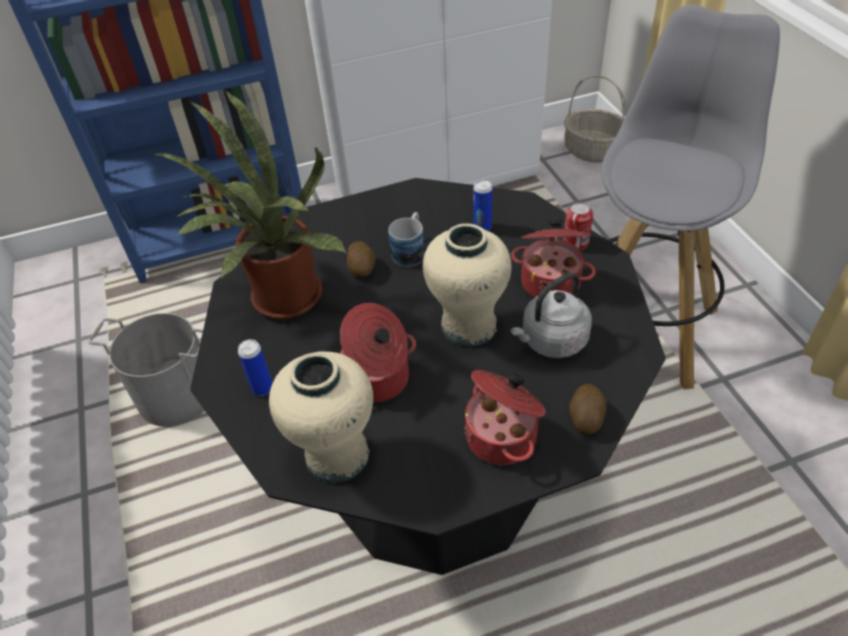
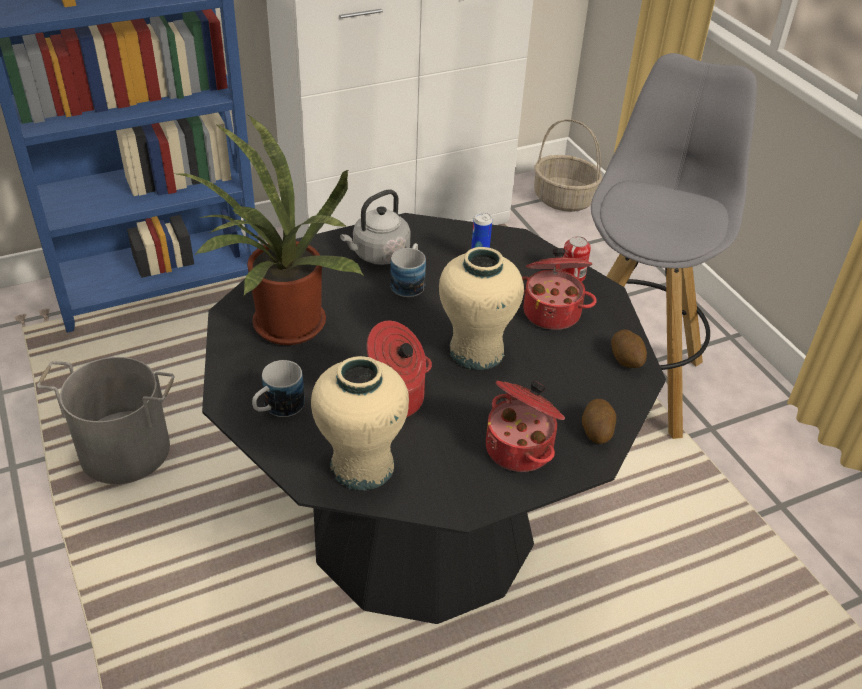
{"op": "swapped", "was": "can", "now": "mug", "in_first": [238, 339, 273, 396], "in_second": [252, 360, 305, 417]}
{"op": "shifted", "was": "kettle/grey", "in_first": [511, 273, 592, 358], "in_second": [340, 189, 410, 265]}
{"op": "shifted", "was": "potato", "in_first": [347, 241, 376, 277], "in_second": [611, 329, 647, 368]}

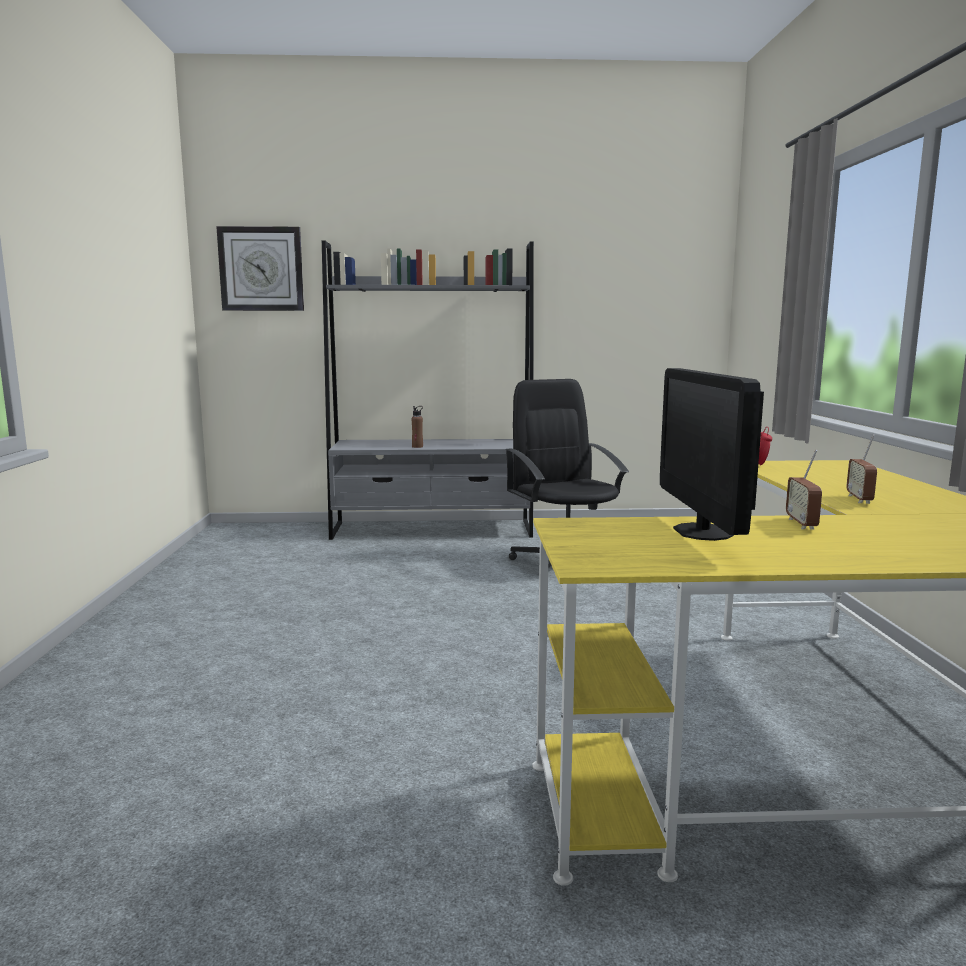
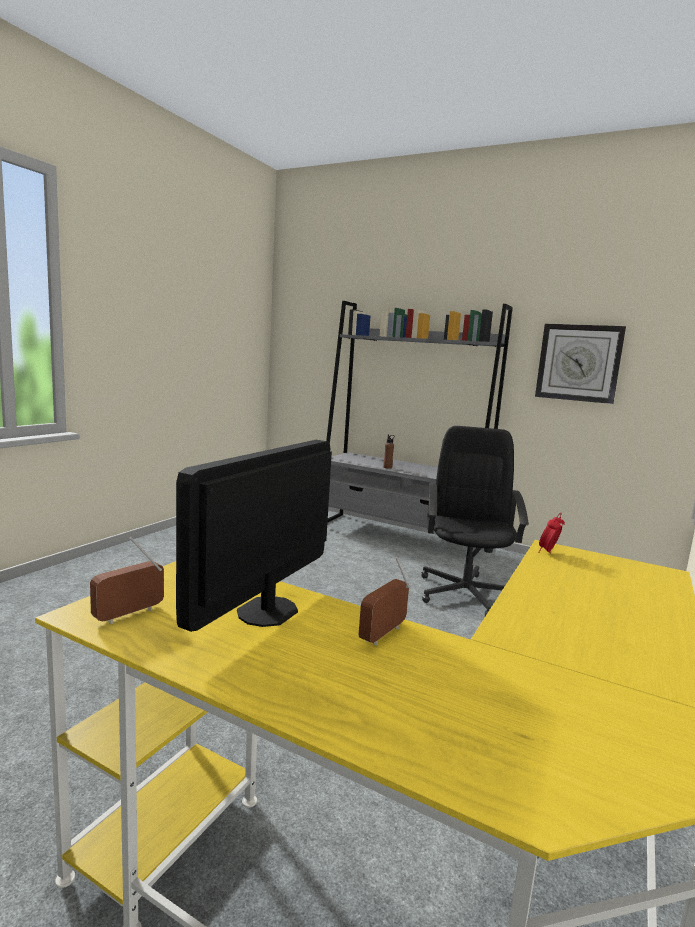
{"op": "shifted", "was": "radio", "in_first": [847, 434, 877, 504], "in_second": [90, 537, 164, 624]}
{"op": "shifted", "was": "wall clock", "in_first": [216, 226, 304, 311], "in_second": [535, 324, 626, 404]}

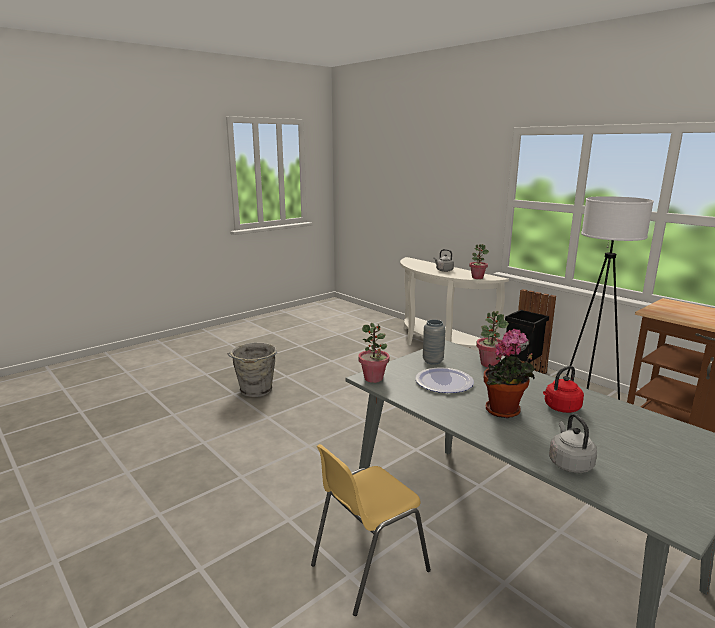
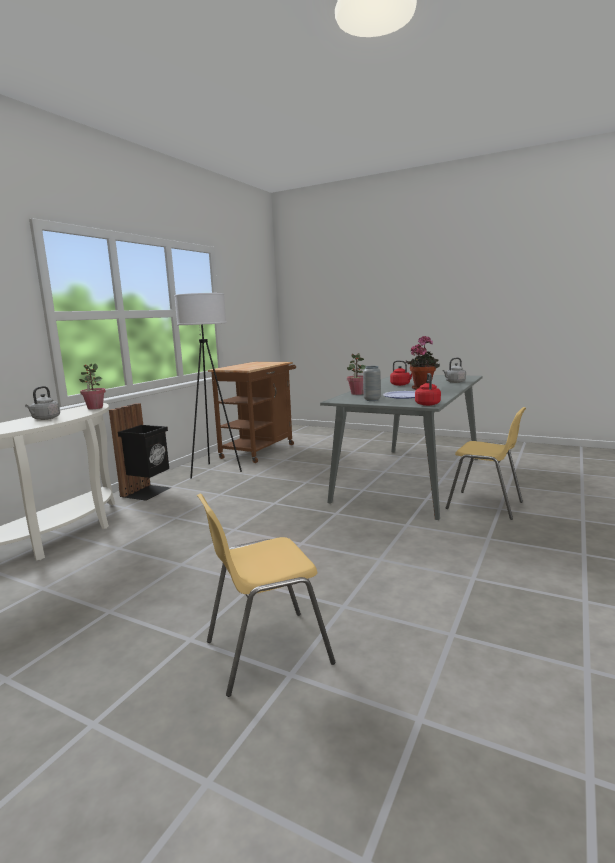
{"op": "swapped", "was": "bucket/grey", "now": "chair/yellow", "in_first": [227, 342, 277, 397], "in_second": [197, 494, 336, 697]}
{"op": "swapped", "was": "potted plant", "now": "kettle/red", "in_first": [358, 323, 390, 383], "in_second": [415, 373, 441, 406]}

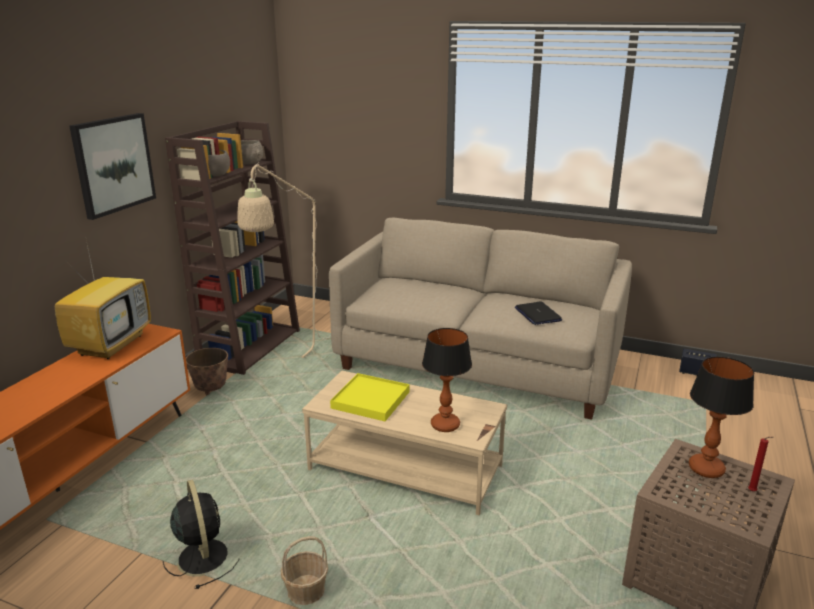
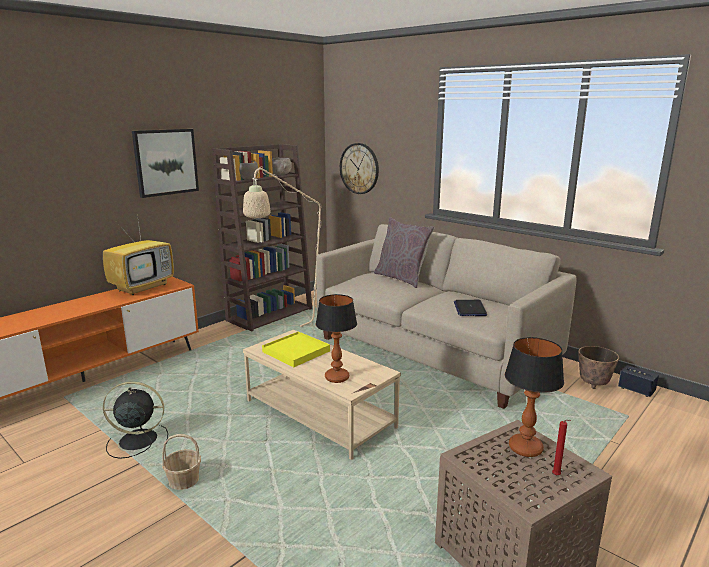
{"op": "rotated", "was": "fan/black", "in_first": [162, 480, 240, 589], "in_second": [103, 381, 168, 459], "clockwise": -90}
{"op": "new", "now": "wall clock", "in_second": [340, 143, 379, 194]}
{"op": "new", "now": "pillow/grey", "in_second": [374, 217, 435, 288]}
{"op": "shifted", "was": "planter", "in_first": [186, 348, 228, 396], "in_second": [578, 346, 619, 389]}

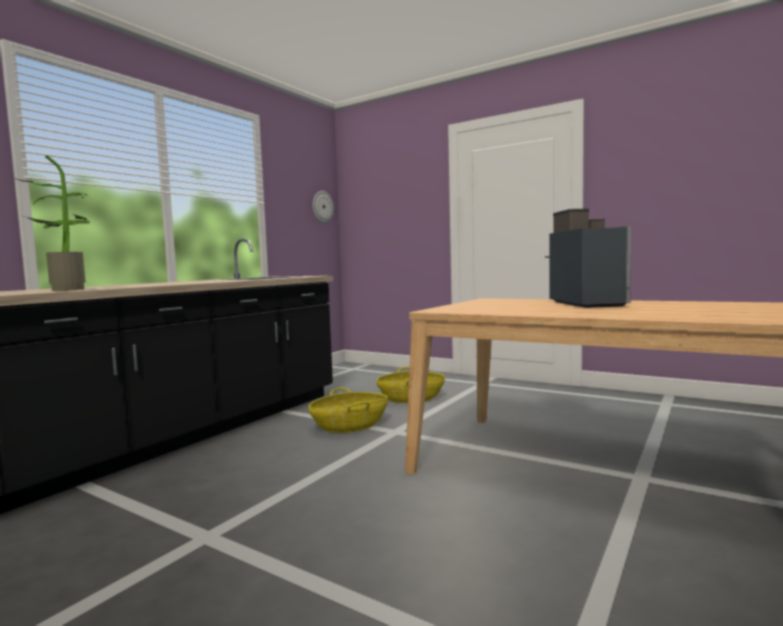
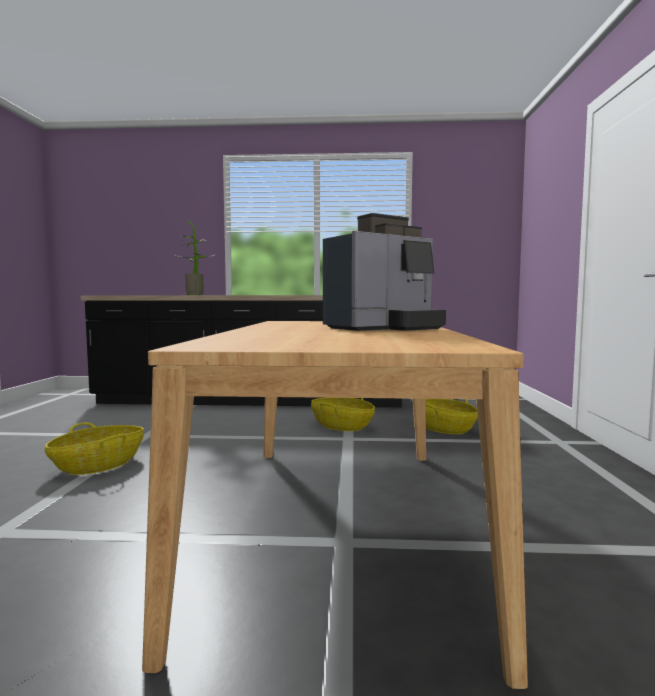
{"op": "new", "now": "basket", "in_second": [45, 422, 144, 475]}
{"op": "gone", "was": "wall clock", "in_first": [312, 191, 334, 223]}

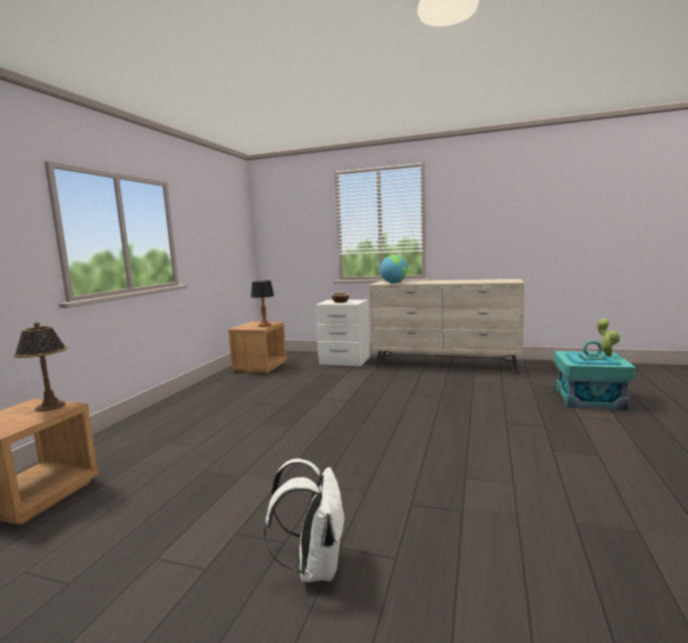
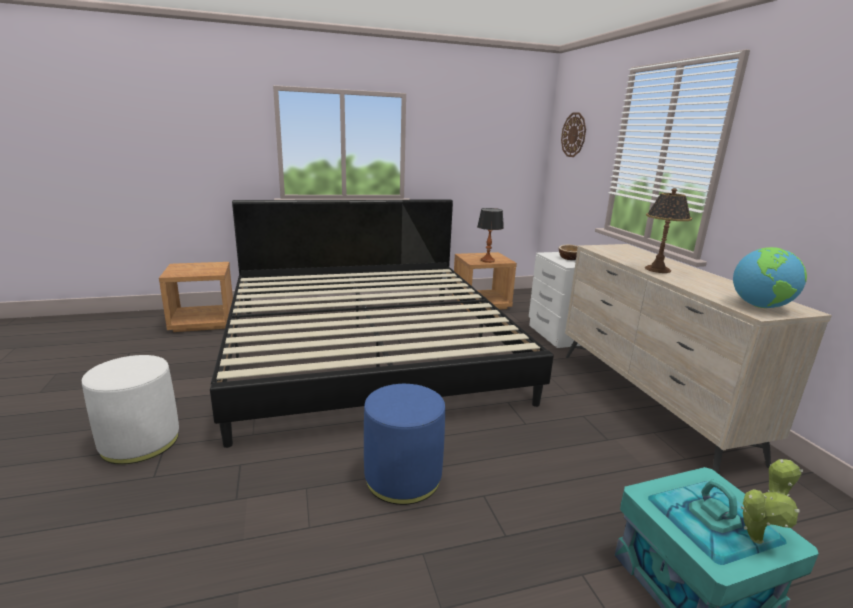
{"op": "swapped", "was": "backpack/white", "now": "ottoman/white", "in_first": [264, 459, 345, 582], "in_second": [82, 355, 179, 464]}
{"op": "new", "now": "bed", "in_second": [210, 200, 554, 448]}
{"op": "new", "now": "ottoman/blue", "in_second": [364, 384, 445, 505]}
{"op": "new", "now": "wall clock", "in_second": [561, 112, 586, 157]}
{"op": "shifted", "was": "table lamp", "in_first": [14, 322, 68, 412], "in_second": [645, 188, 692, 273]}
{"op": "shifted", "was": "globe", "in_first": [380, 255, 408, 283], "in_second": [733, 247, 807, 308]}

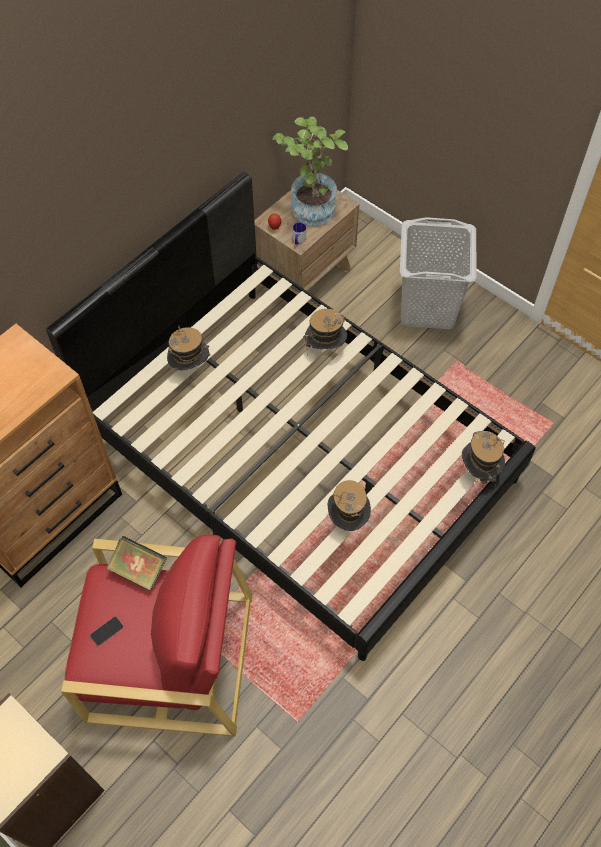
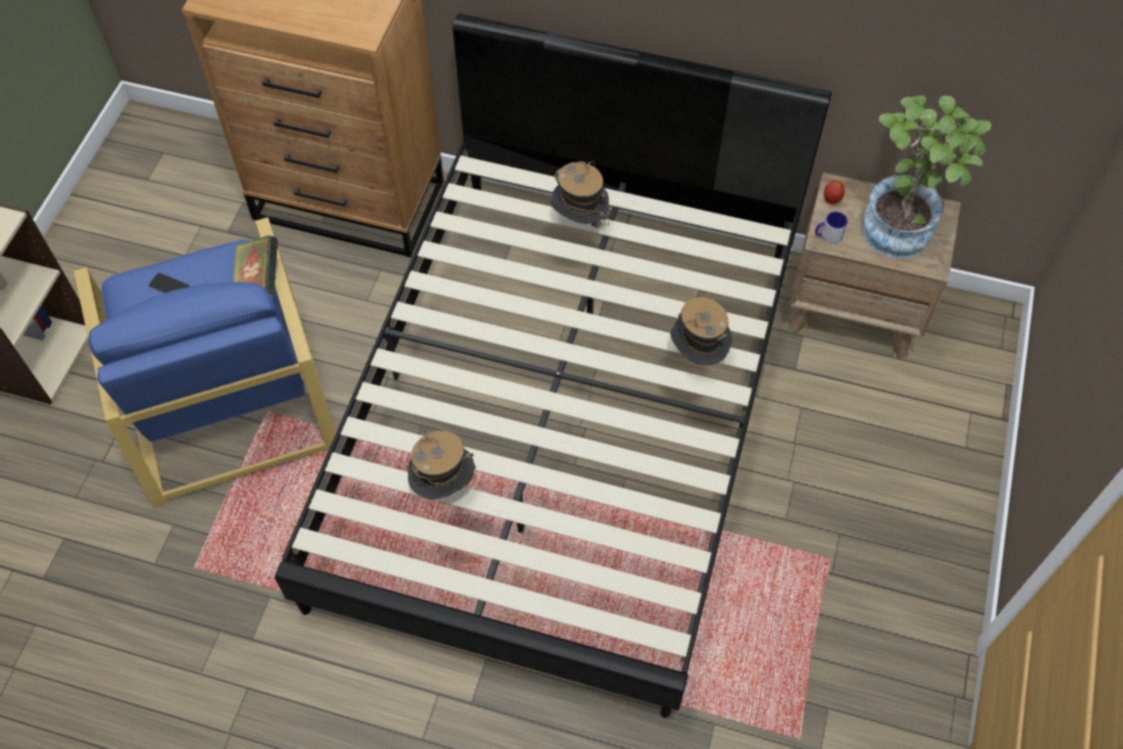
{"op": "repainted", "was": "armchair/red", "now": "armchair/blue", "in_first": [61, 534, 253, 737], "in_second": [74, 217, 336, 508]}
{"op": "gone", "was": "laundry basket/grey", "in_first": [400, 217, 477, 329]}
{"op": "gone", "was": "hat", "in_first": [462, 431, 505, 486]}

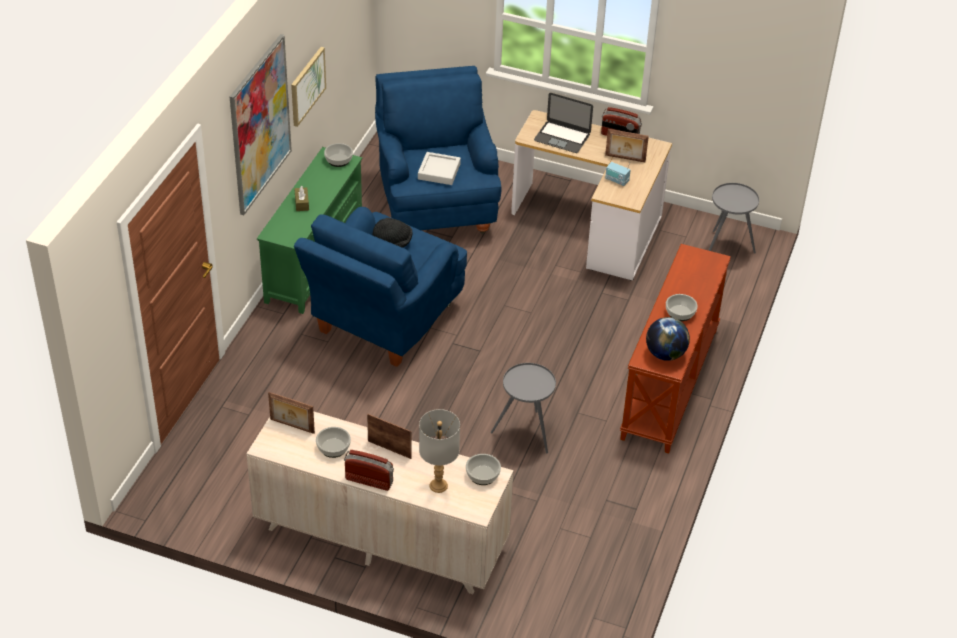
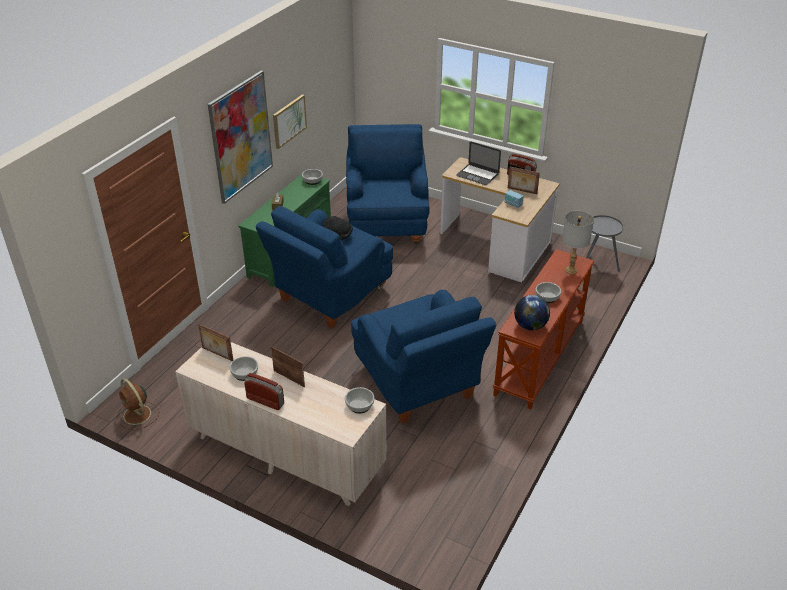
{"op": "new", "now": "fan/brown", "in_second": [117, 378, 159, 430]}
{"op": "swapped", "was": "side table/grey", "now": "armchair/blue", "in_first": [491, 363, 556, 453], "in_second": [351, 290, 496, 423]}
{"op": "shifted", "was": "table lamp/grey", "in_first": [419, 409, 460, 493], "in_second": [562, 211, 594, 274]}
{"op": "gone", "was": "tray/grey", "in_first": [418, 152, 461, 185]}

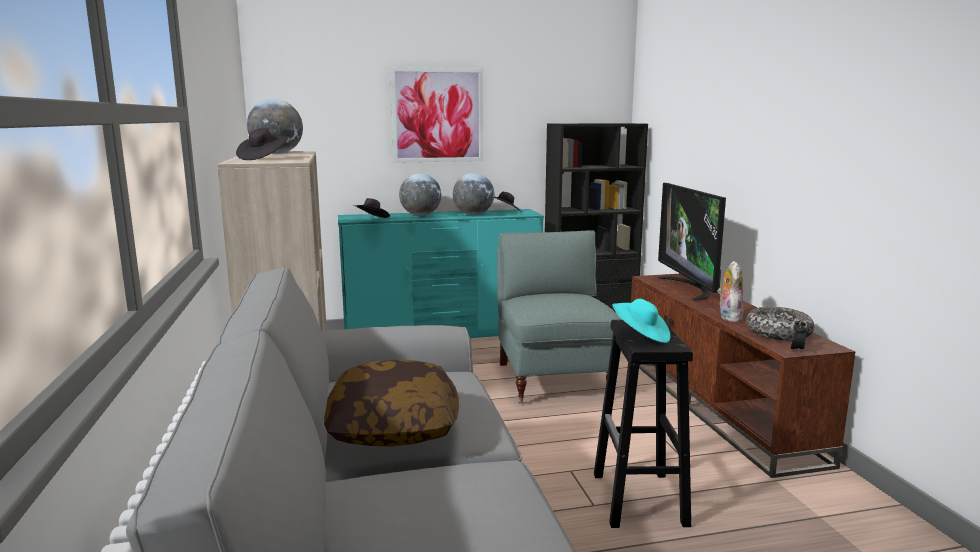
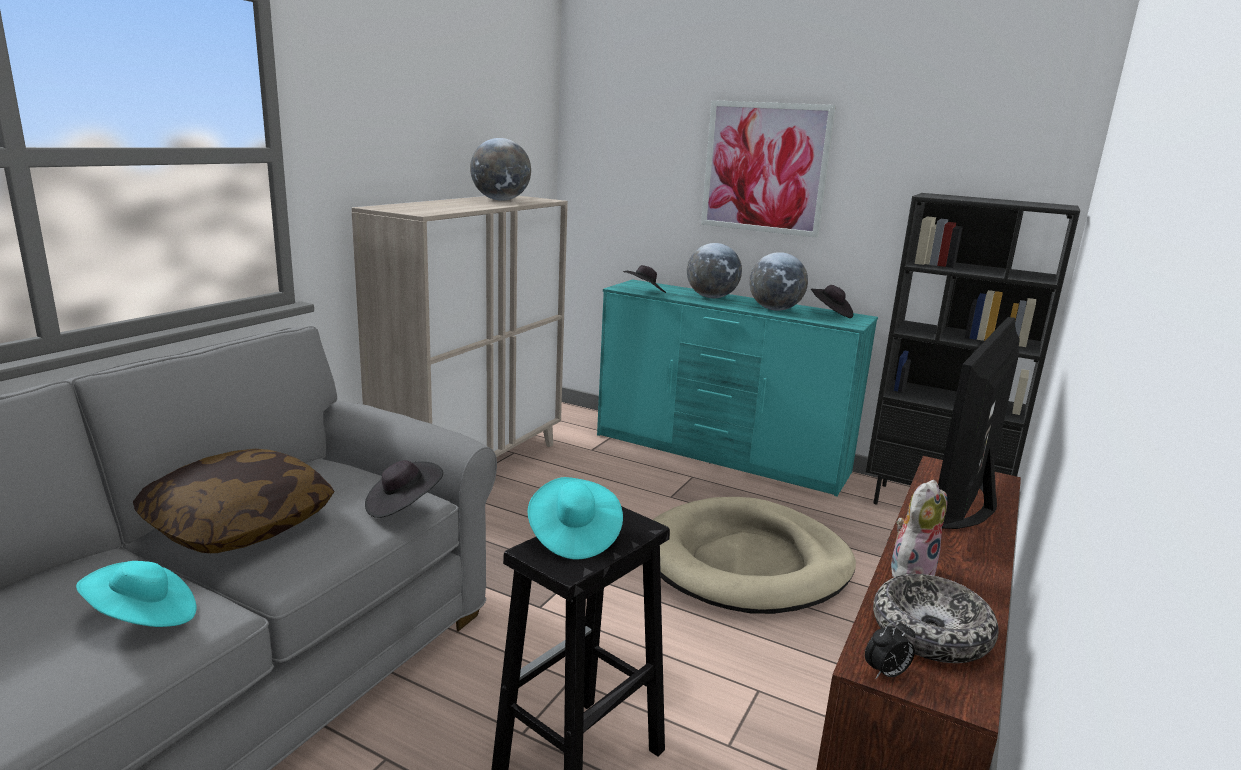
{"op": "new", "now": "hat/turquoise", "in_second": [76, 561, 197, 627]}
{"op": "shifted", "was": "hat/black", "in_first": [236, 128, 288, 160], "in_second": [365, 460, 443, 518]}
{"op": "swapped", "was": "armchair/grey", "now": "dog bed/beige", "in_first": [497, 231, 622, 403], "in_second": [653, 497, 856, 614]}

